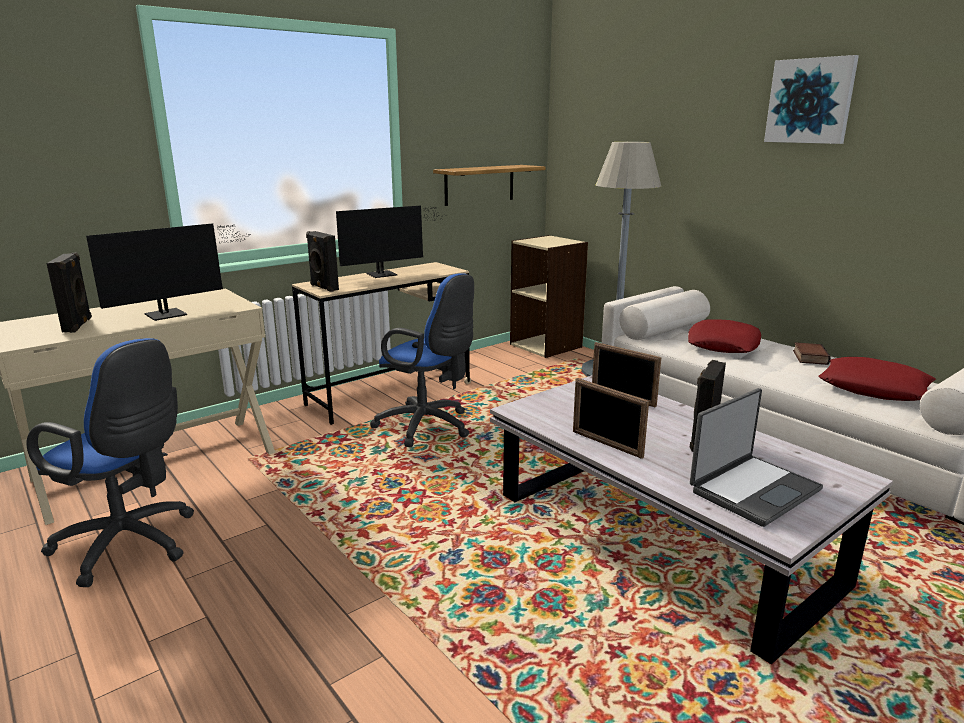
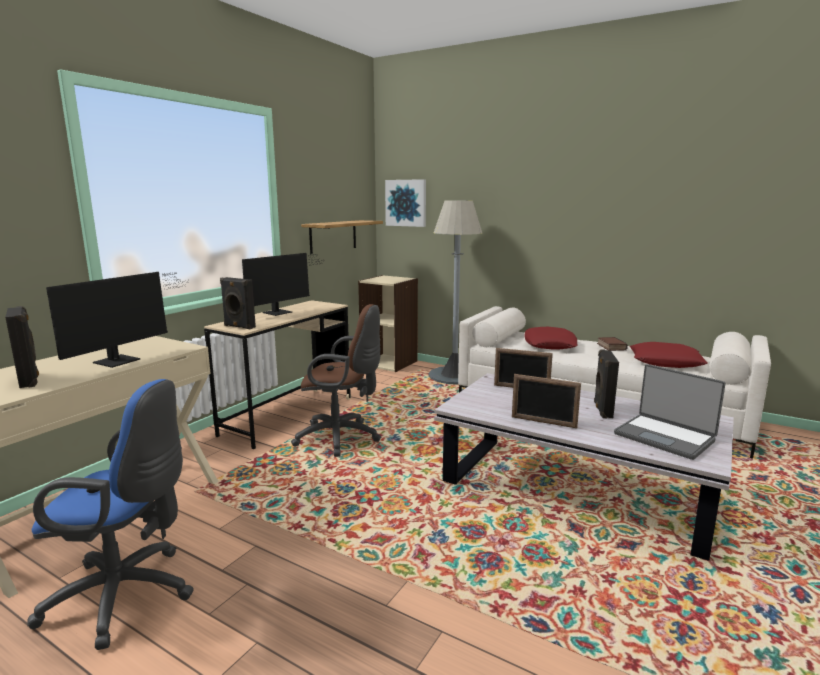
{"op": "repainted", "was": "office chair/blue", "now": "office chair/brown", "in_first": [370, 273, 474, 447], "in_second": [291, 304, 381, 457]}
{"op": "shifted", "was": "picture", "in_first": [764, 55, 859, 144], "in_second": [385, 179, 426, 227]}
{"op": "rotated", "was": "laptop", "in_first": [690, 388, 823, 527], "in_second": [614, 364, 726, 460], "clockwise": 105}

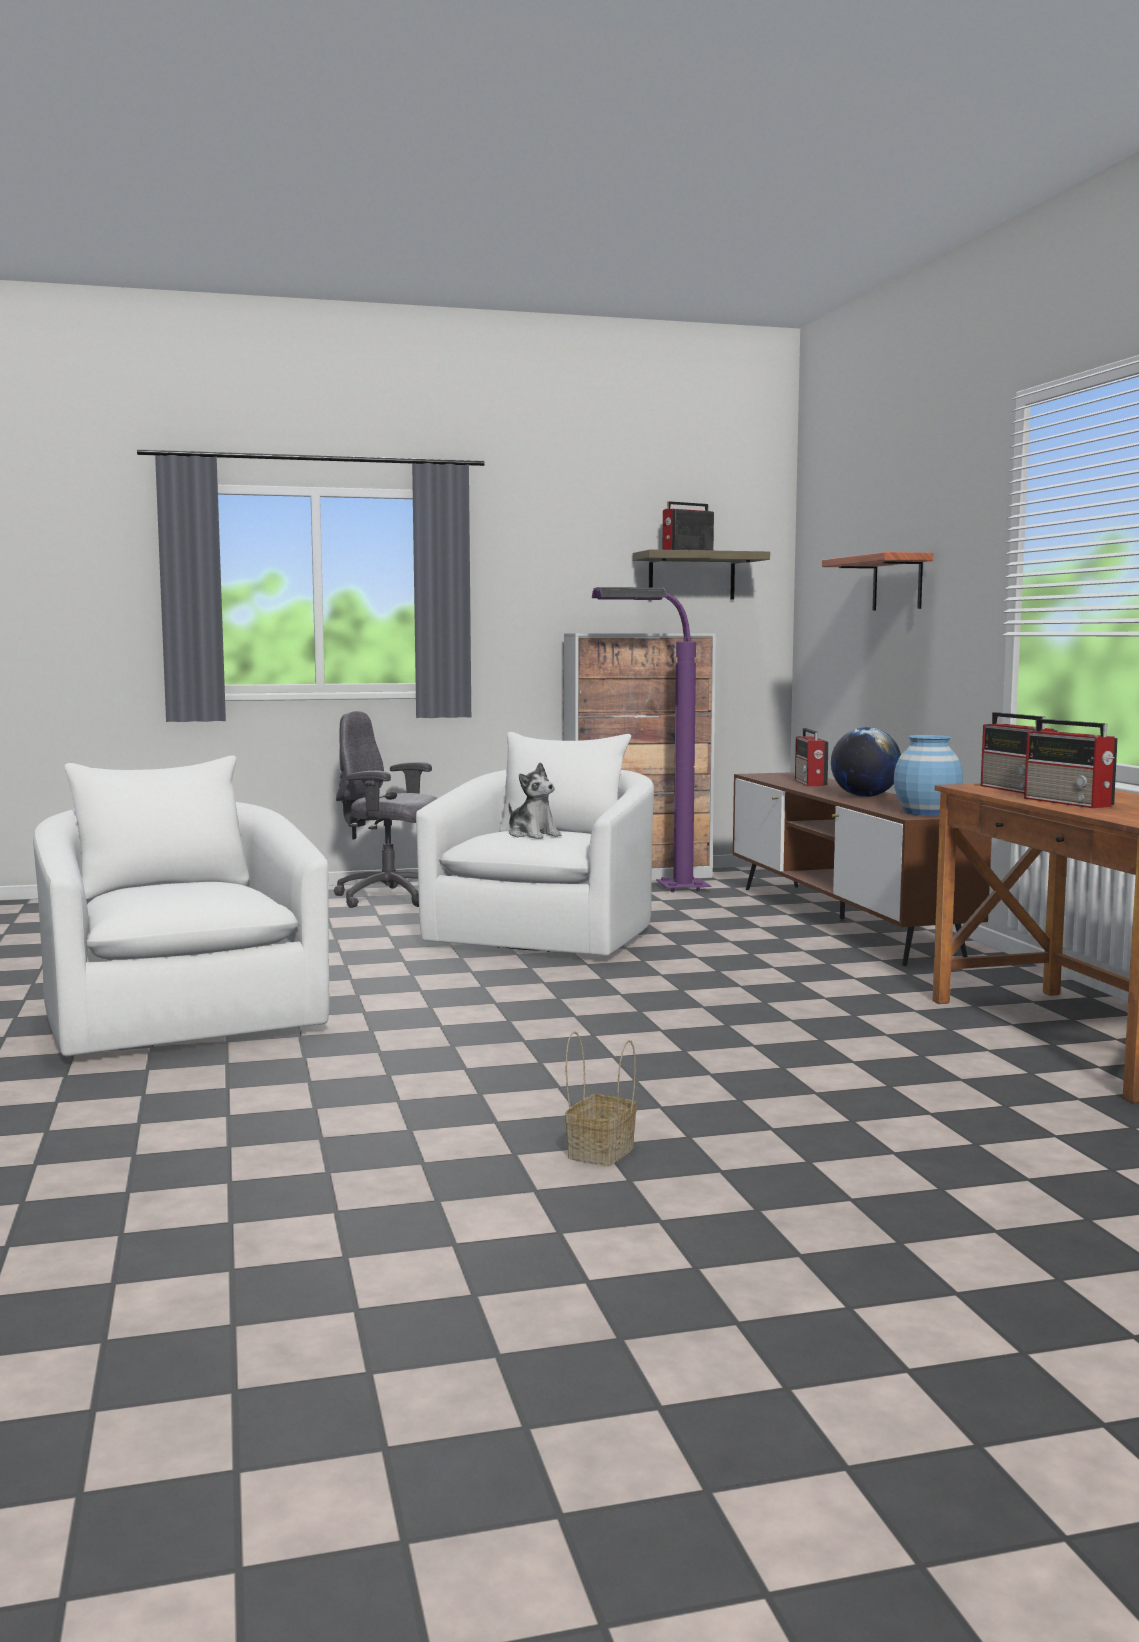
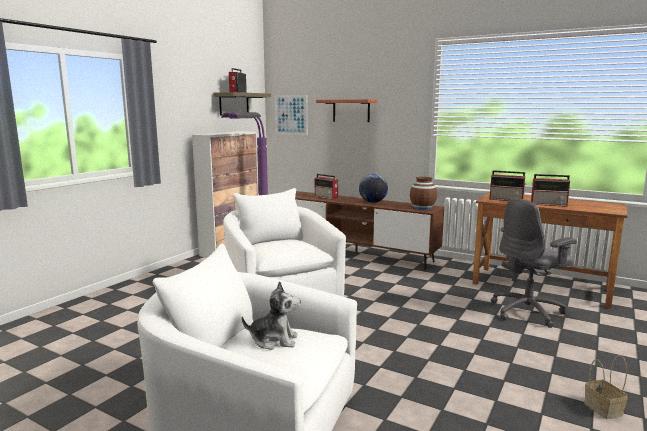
{"op": "shifted", "was": "plush toy", "in_first": [508, 762, 561, 839], "in_second": [242, 281, 301, 350]}
{"op": "new", "now": "picture", "in_second": [275, 95, 307, 135]}
{"op": "repainted", "was": "vase/blue", "now": "vase/brown", "in_first": [894, 735, 963, 816], "in_second": [410, 177, 437, 210]}
{"op": "shifted", "was": "office chair/grey", "in_first": [334, 711, 438, 908], "in_second": [491, 198, 577, 328]}

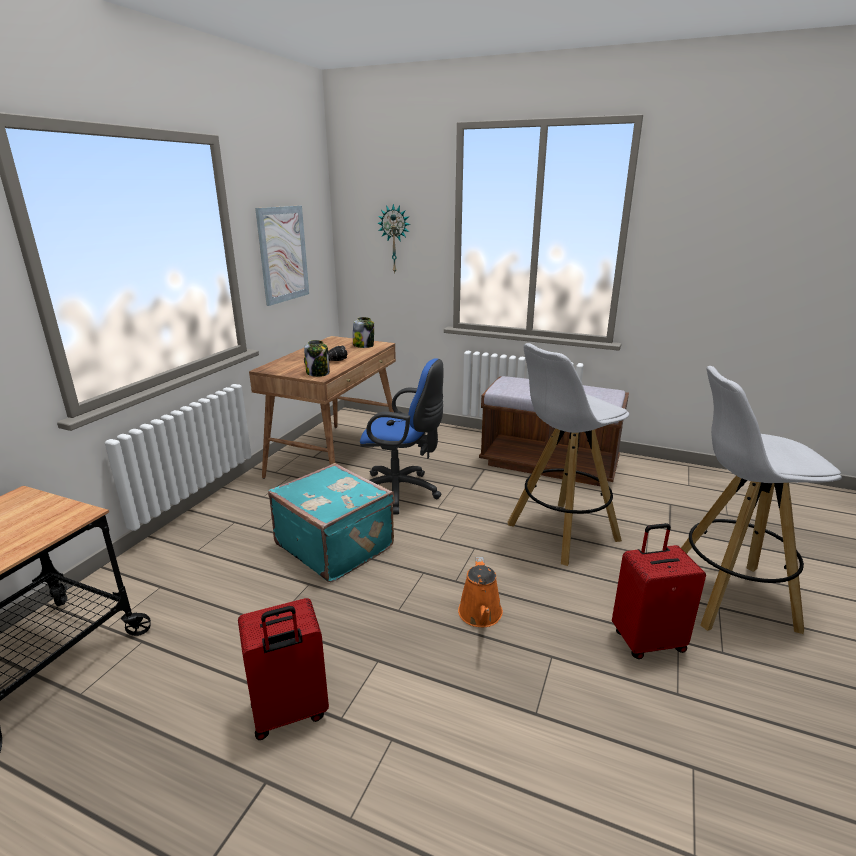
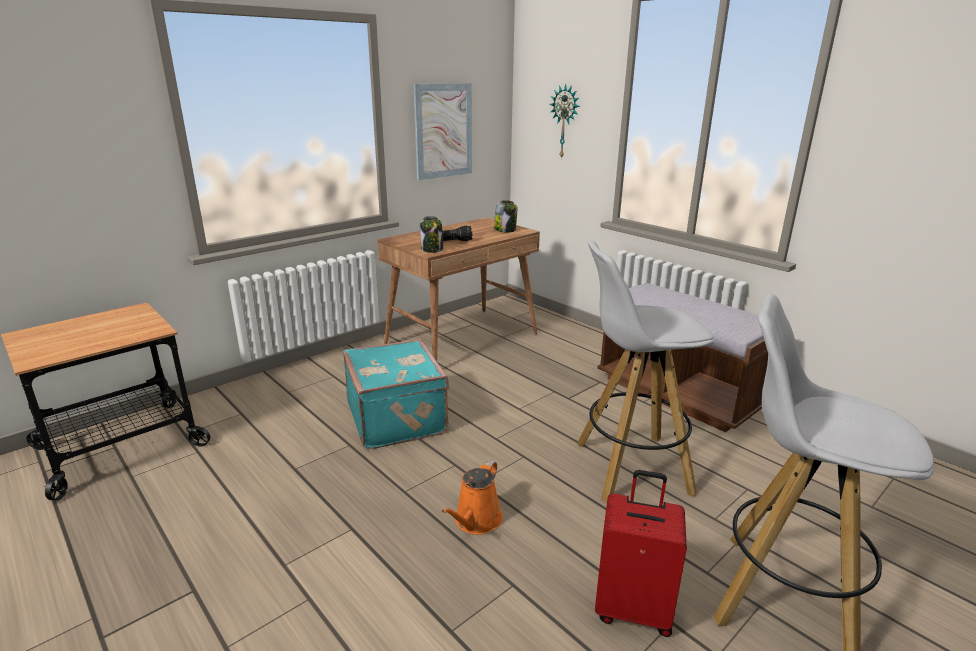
{"op": "gone", "was": "suitcase/red", "in_first": [238, 598, 329, 740]}
{"op": "gone", "was": "office chair/blue", "in_first": [360, 358, 444, 515]}

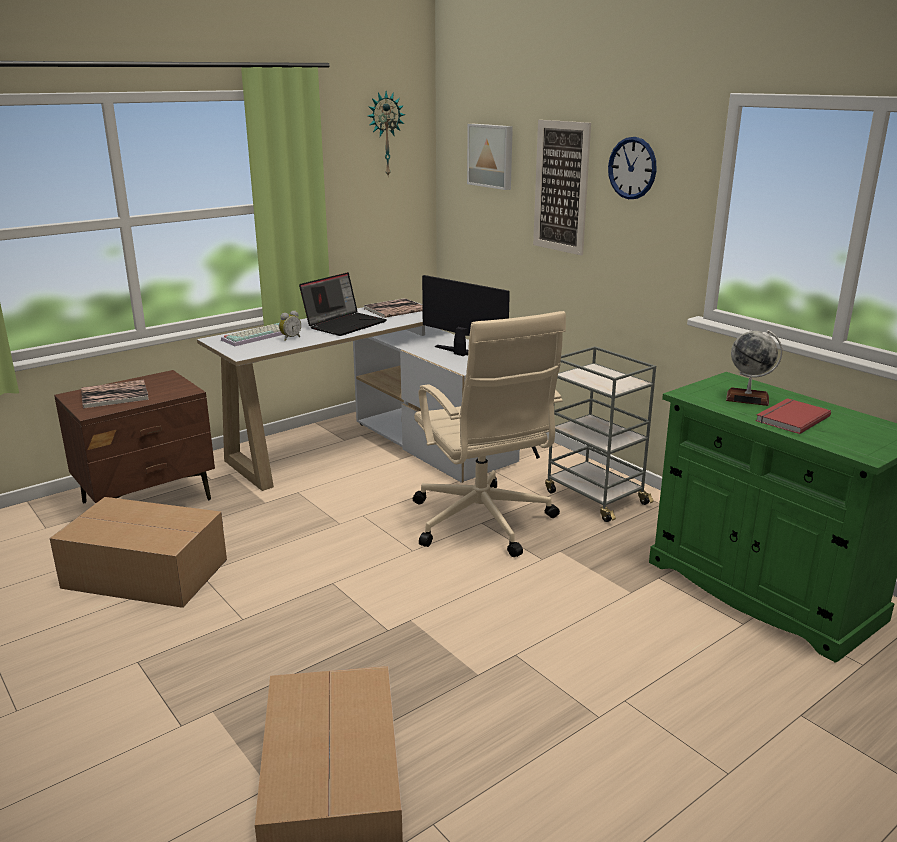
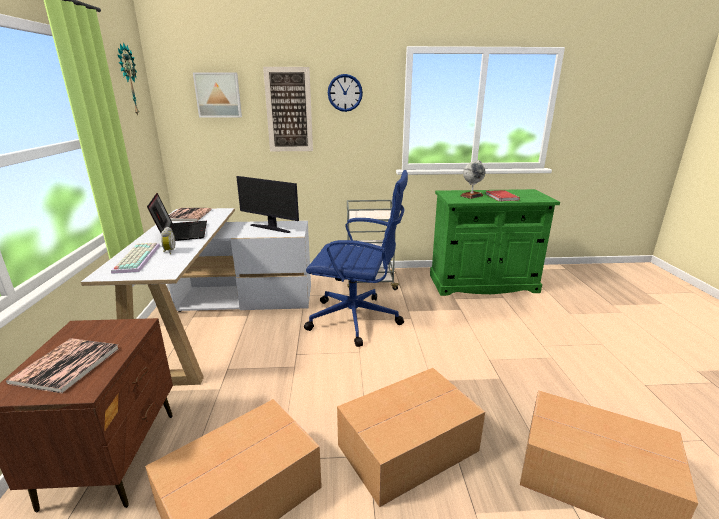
{"op": "rotated", "was": "monitor", "in_first": [422, 275, 510, 356], "in_second": [236, 176, 299, 233], "clockwise": -135}
{"op": "repainted", "was": "office chair/beige", "now": "office chair/blue", "in_first": [413, 311, 566, 557], "in_second": [304, 170, 408, 347]}
{"op": "new", "now": "cardboard box", "in_second": [337, 368, 485, 507]}

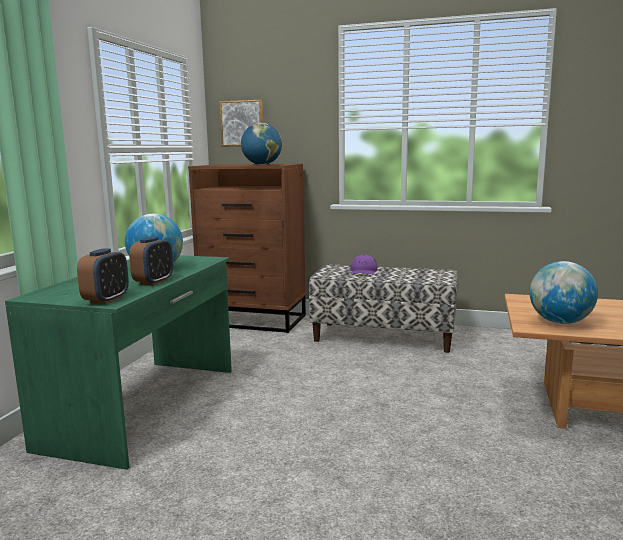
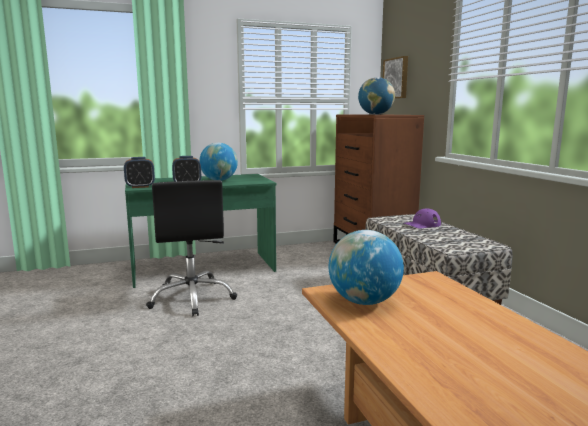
{"op": "new", "now": "office chair/black", "in_second": [146, 180, 237, 316]}

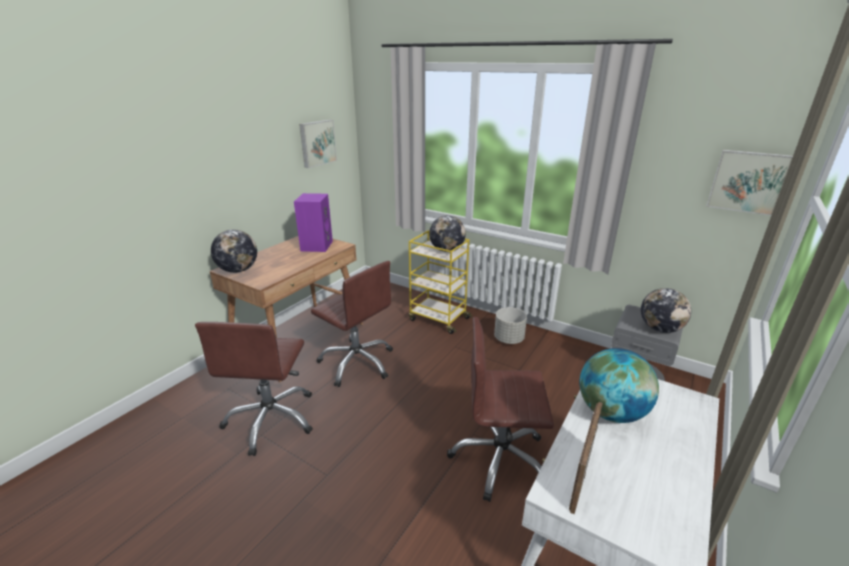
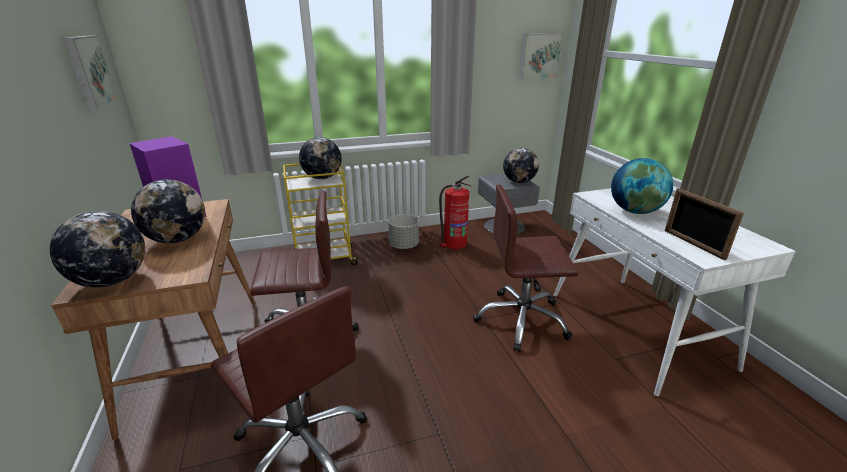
{"op": "new", "now": "globe", "in_second": [131, 179, 205, 243]}
{"op": "new", "now": "fire extinguisher", "in_second": [439, 175, 472, 249]}
{"op": "rotated", "was": "office chair/brown", "in_first": [447, 317, 554, 502], "in_second": [473, 184, 578, 352], "clockwise": 45}

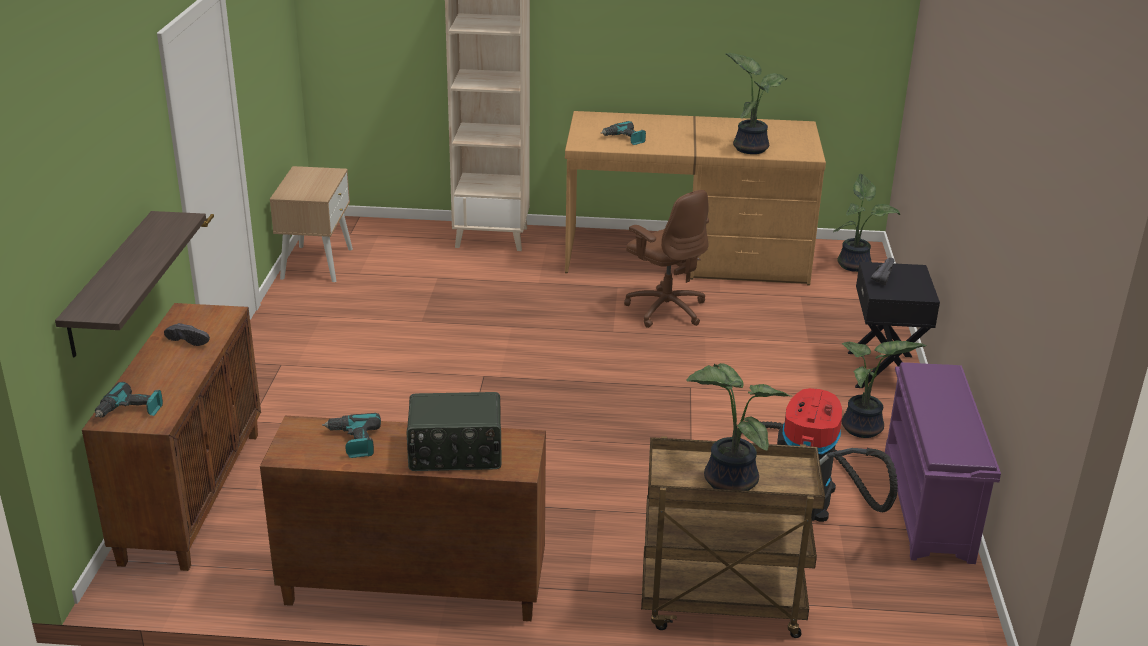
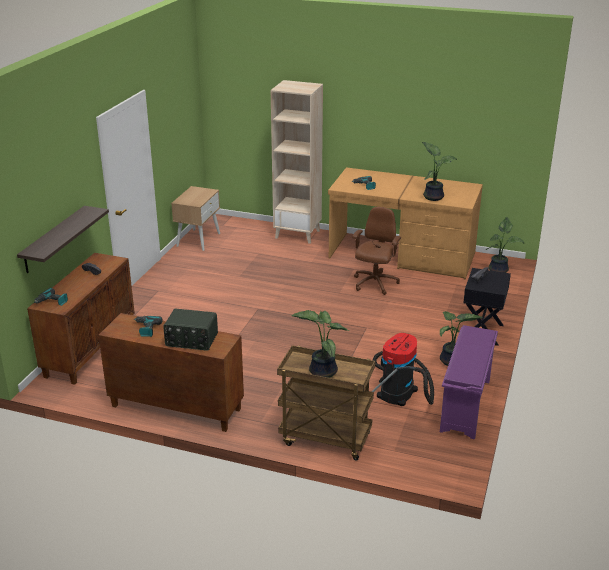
{"op": "rotated", "was": "office chair/brown", "in_first": [624, 190, 709, 328], "in_second": [353, 207, 401, 295], "clockwise": -135}

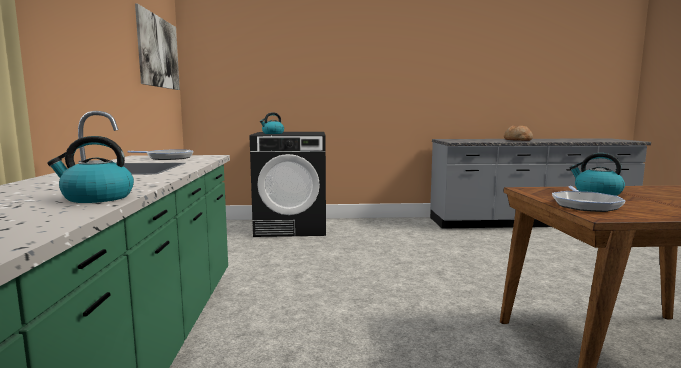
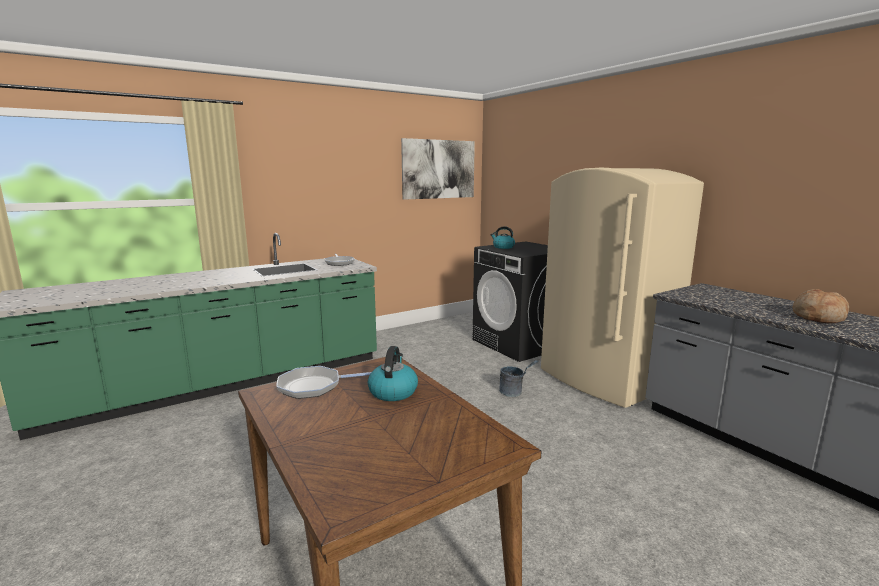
{"op": "new", "now": "bucket/grey", "in_second": [499, 360, 539, 397]}
{"op": "new", "now": "fridge/beige", "in_second": [541, 168, 704, 408]}
{"op": "gone", "was": "kettle", "in_first": [47, 136, 134, 203]}

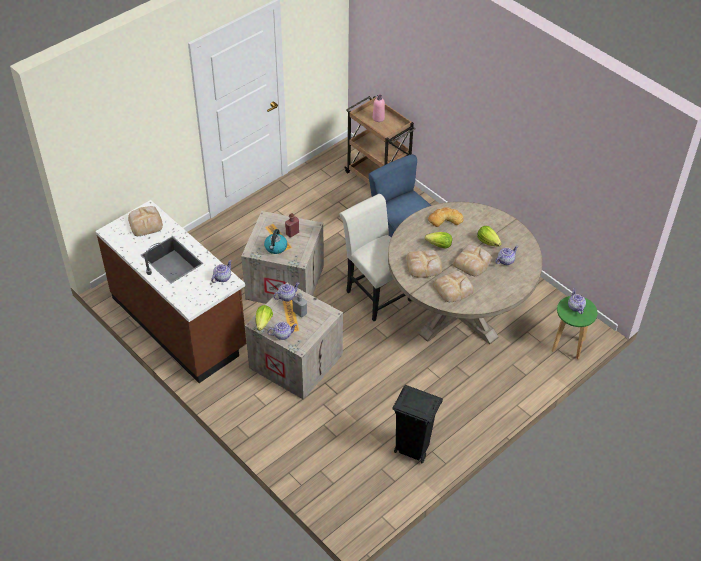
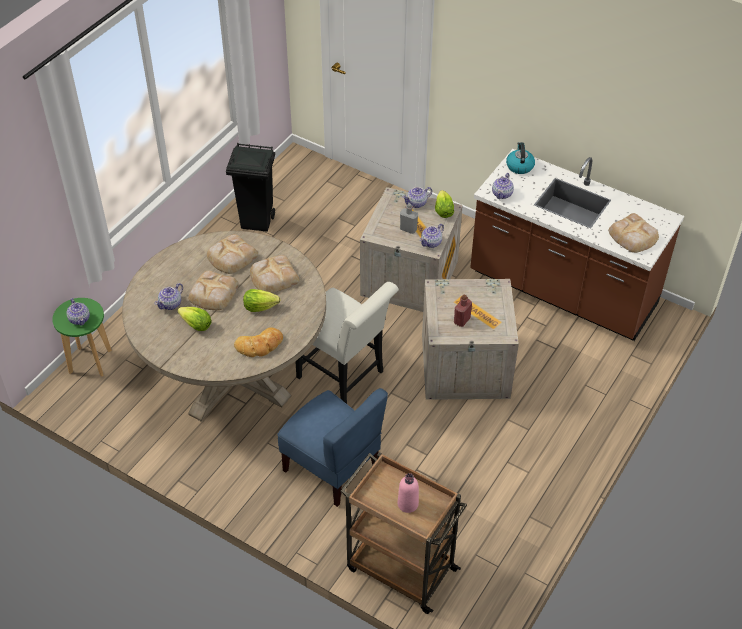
{"op": "shifted", "was": "kettle", "in_first": [264, 229, 287, 254], "in_second": [506, 142, 535, 174]}

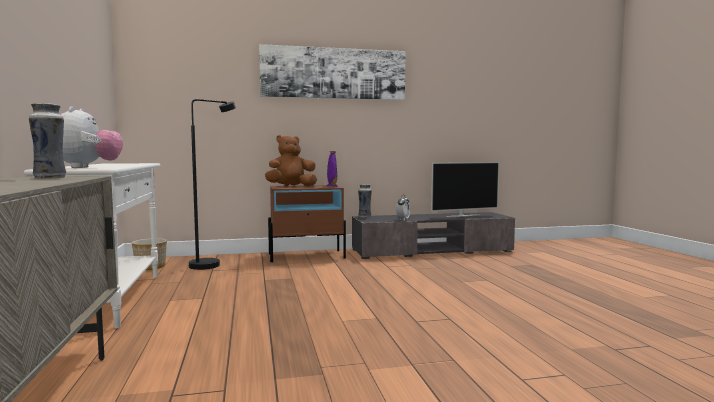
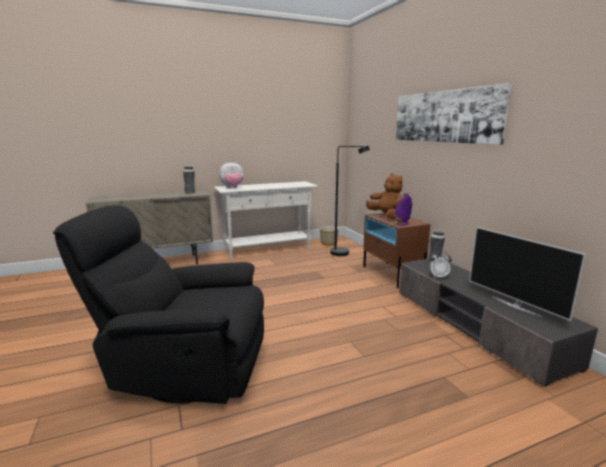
{"op": "new", "now": "armchair/black", "in_second": [53, 205, 264, 404]}

